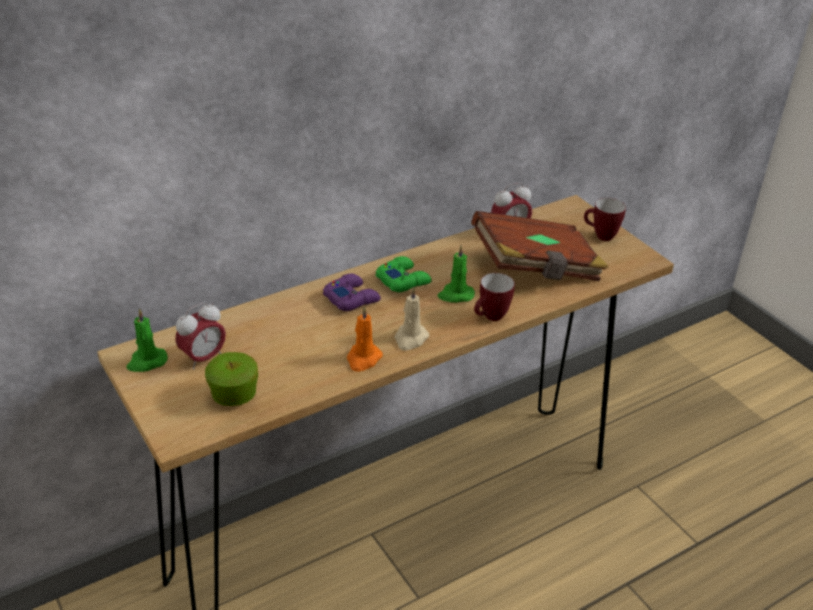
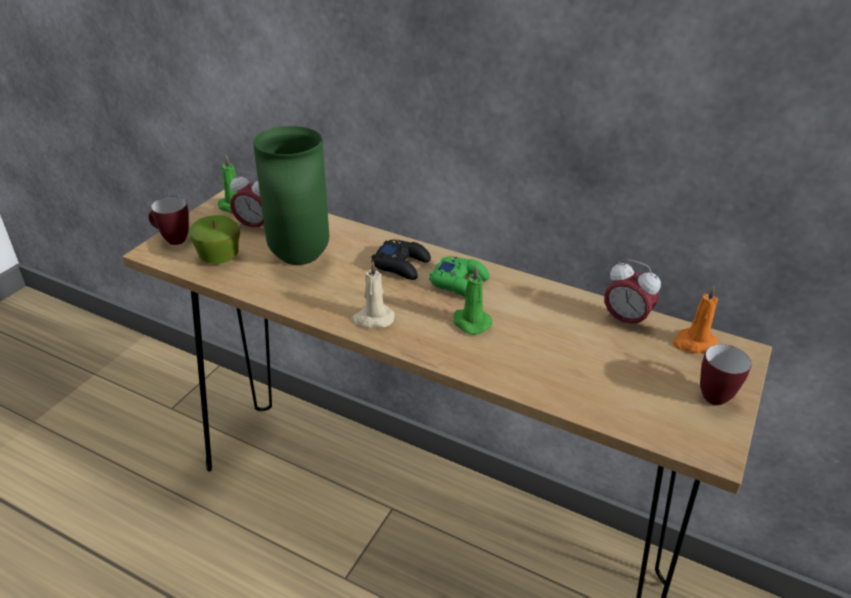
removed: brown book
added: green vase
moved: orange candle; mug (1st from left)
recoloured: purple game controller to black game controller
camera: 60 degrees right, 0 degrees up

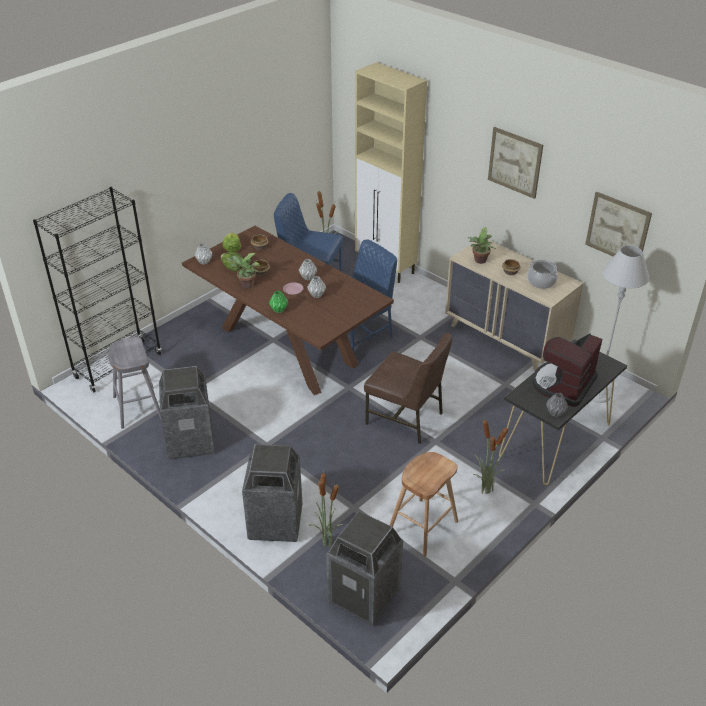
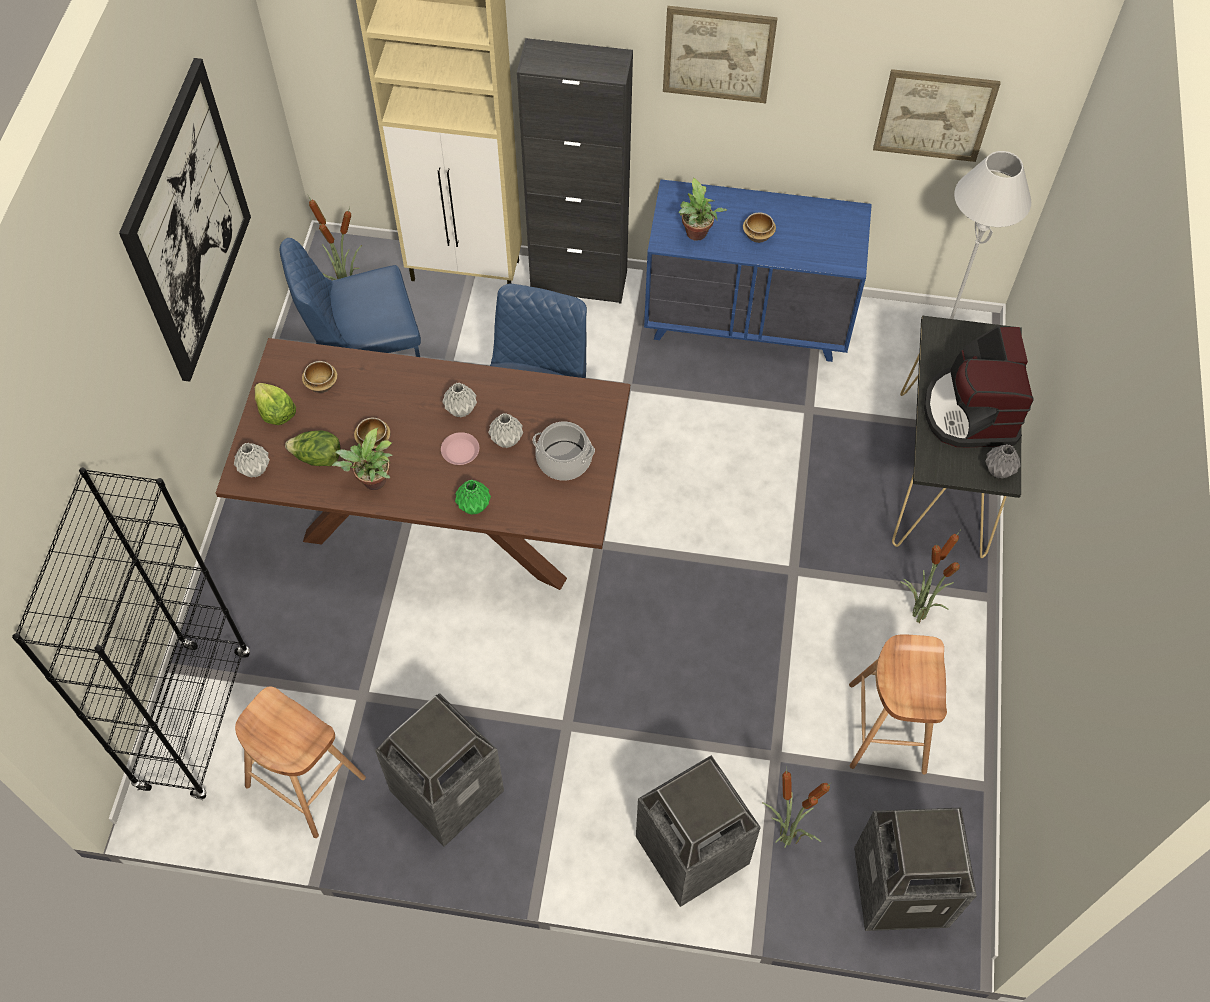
removed: brown chair
added: picture (1st from left); black cabinet
moved: cooking pot
recoloured: grey stool to brown stool (1st from left); beige dresser to blue dresser
camera: 35 degrees left, 20 degrees up

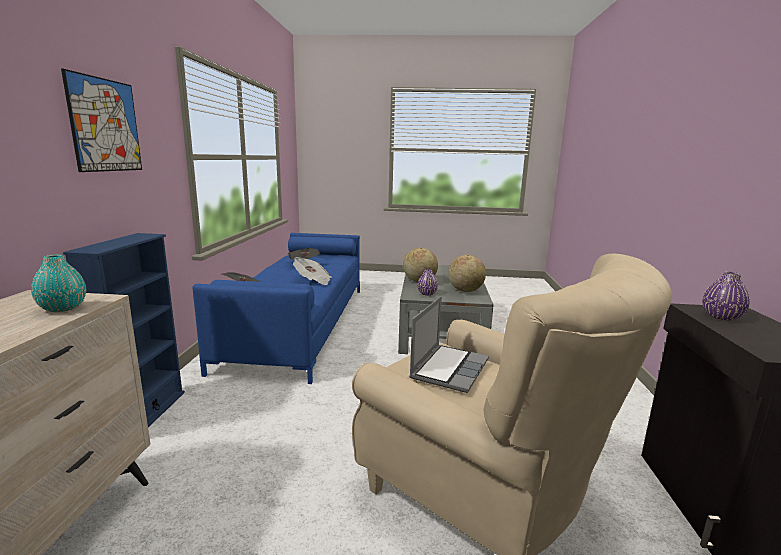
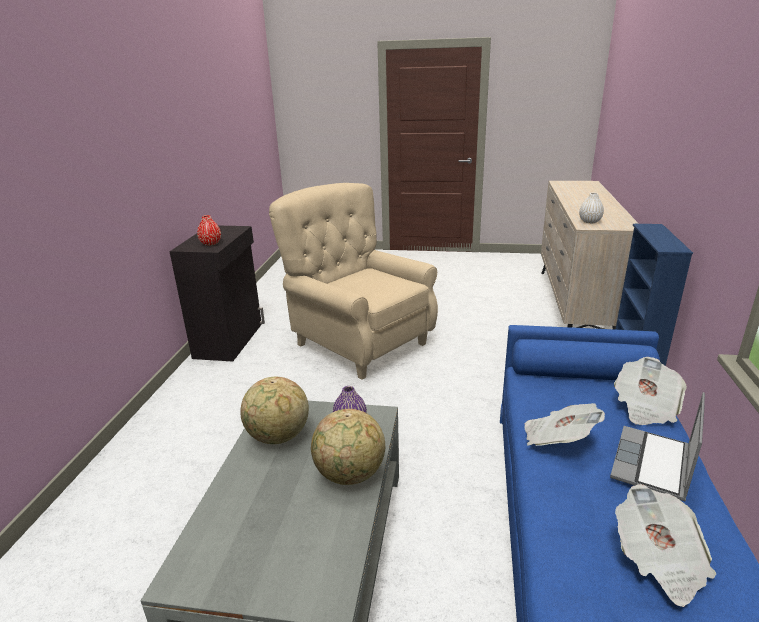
removed: picture
moved: laptop
recoloured: turquoise vase to white vase; purple vase (2nd from left) to red vase
camera: 175 degrees left, 10 degrees up

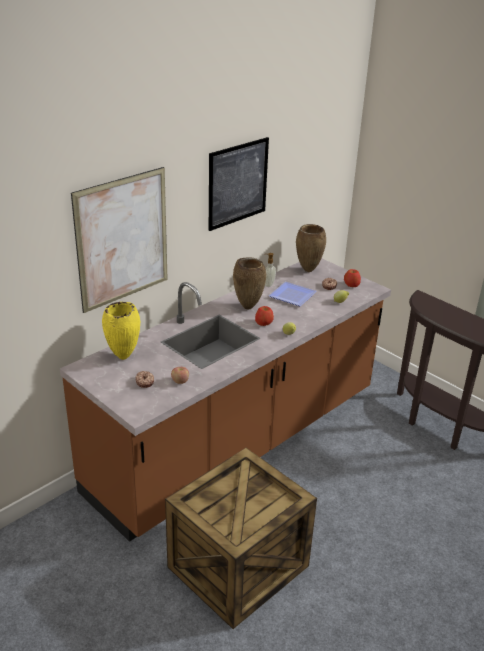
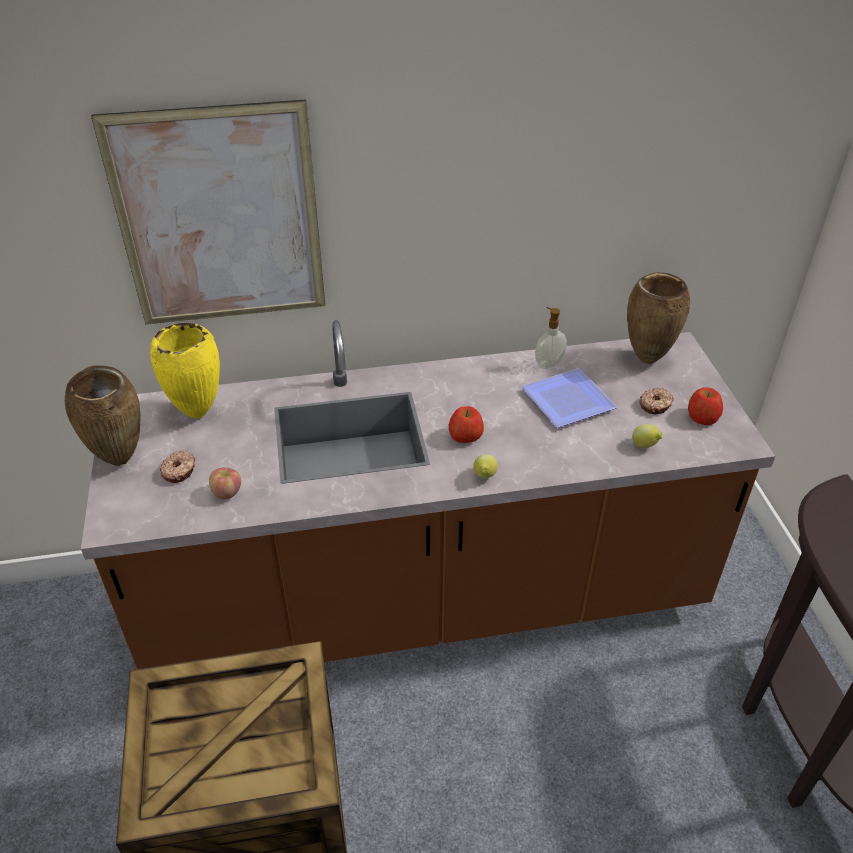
removed: picture (2nd from left)
moved: brown vase (1st from left)
camera: 35 degrees right, 10 degrees up

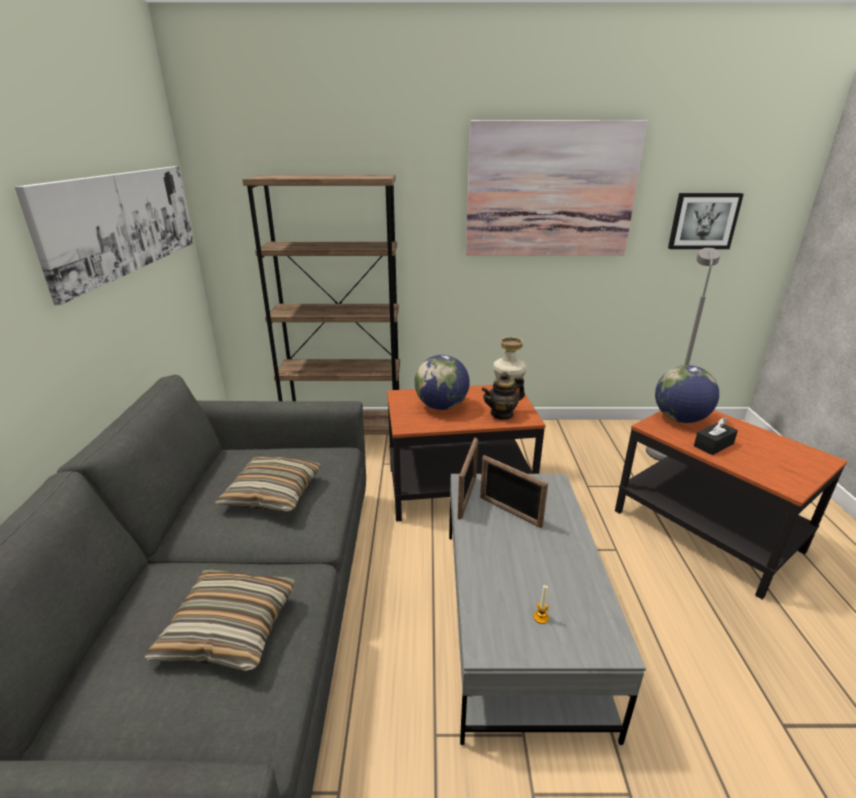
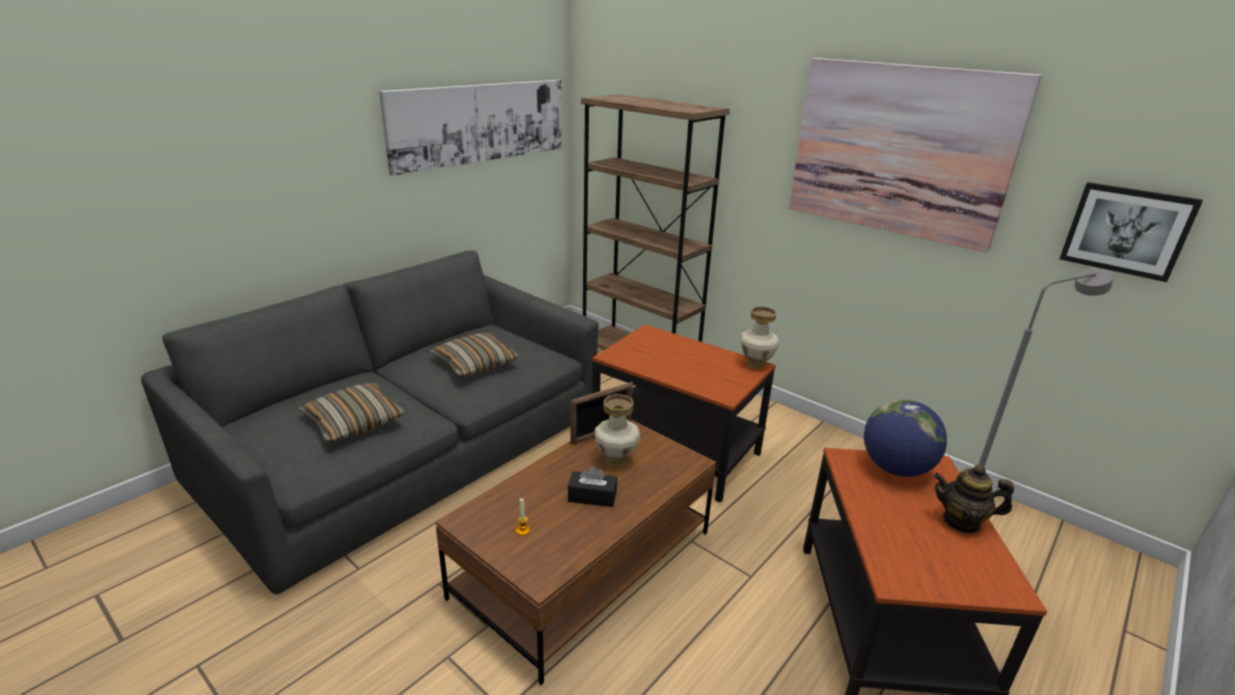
removed: globe (1st from left)
moved: teapot; black tissue box
replaced: picture frame (2nd from left) to vase (1st from left)
recoloured: grey coffee table to brown coffee table
camera: 40 degrees right, 0 degrees up

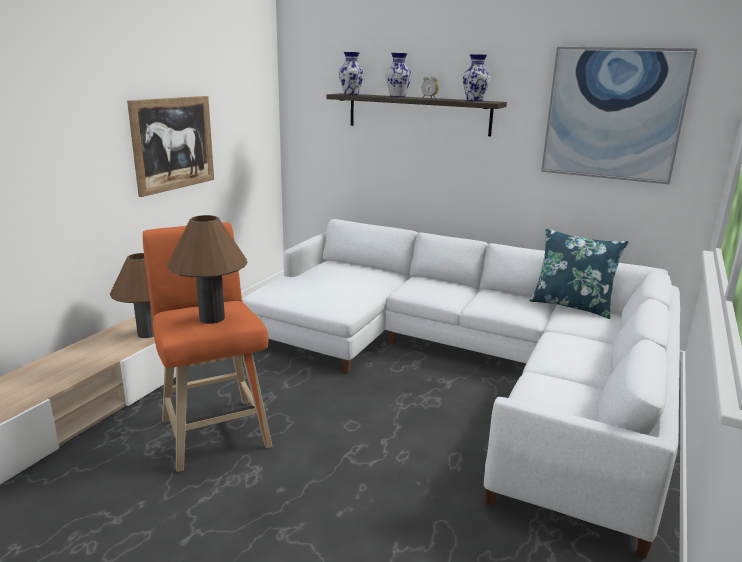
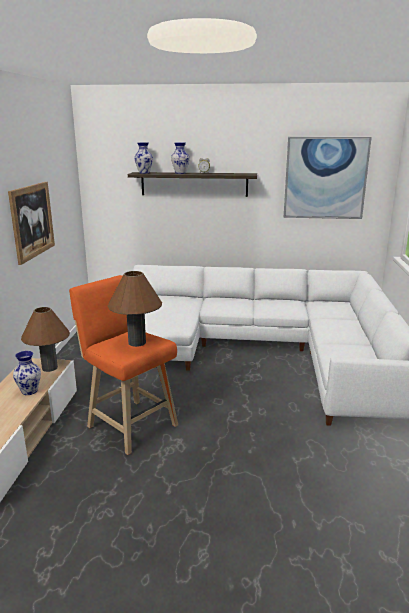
removed: blue pillow
moved: vase (3rd from left in the first image) to vase (1st from left)
camera: 20 degrees left, 0 degrees up

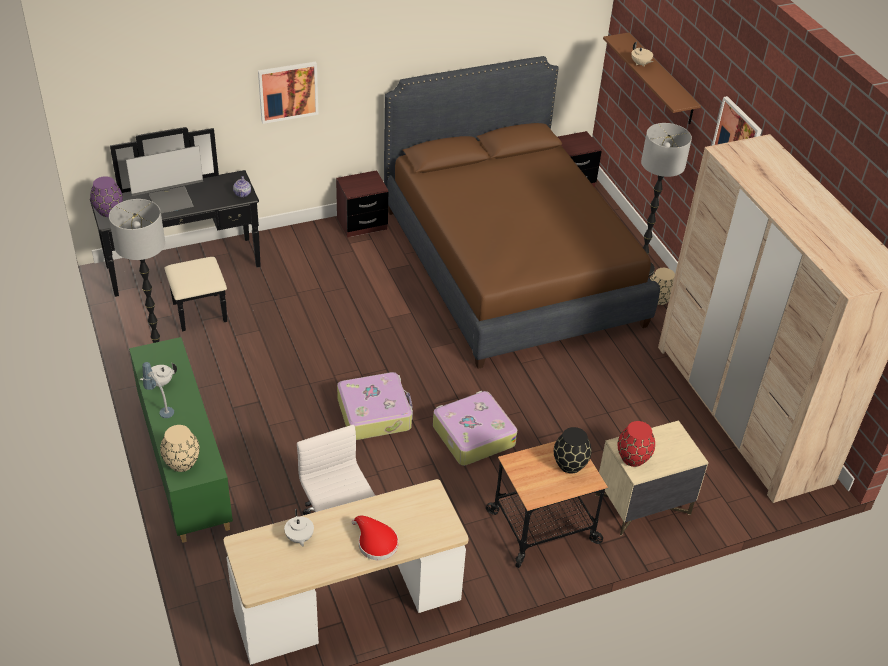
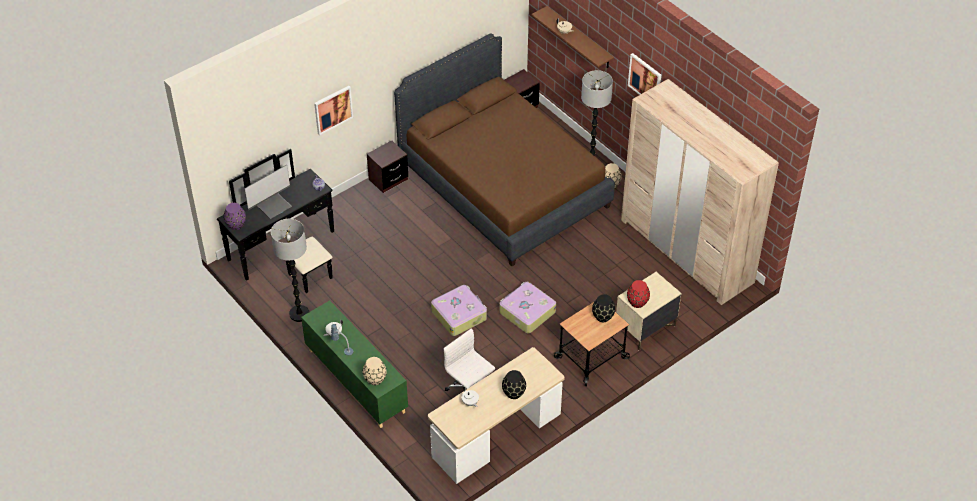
replaced: red hat to black vase (1st from left)
camera: 15 degrees left, 5 degrees up

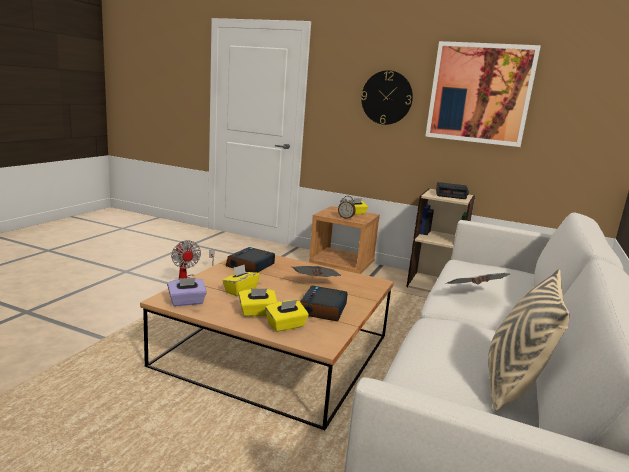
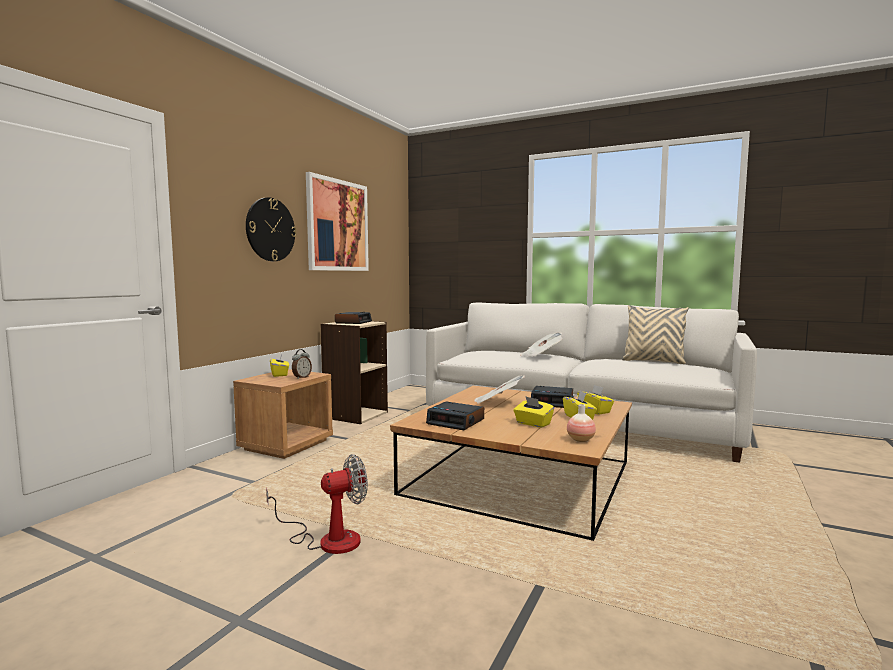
replaced: purple tissue box to vase
camera: 85 degrees left, 10 degrees down

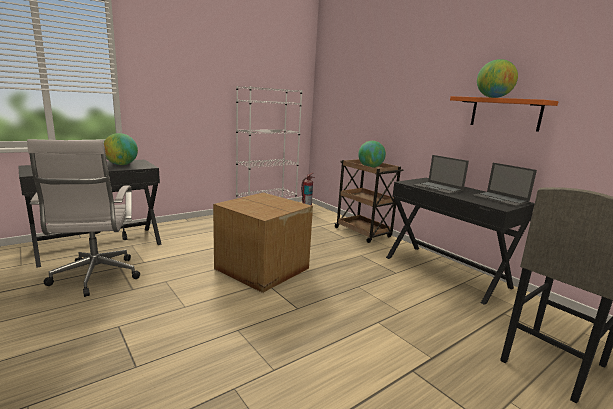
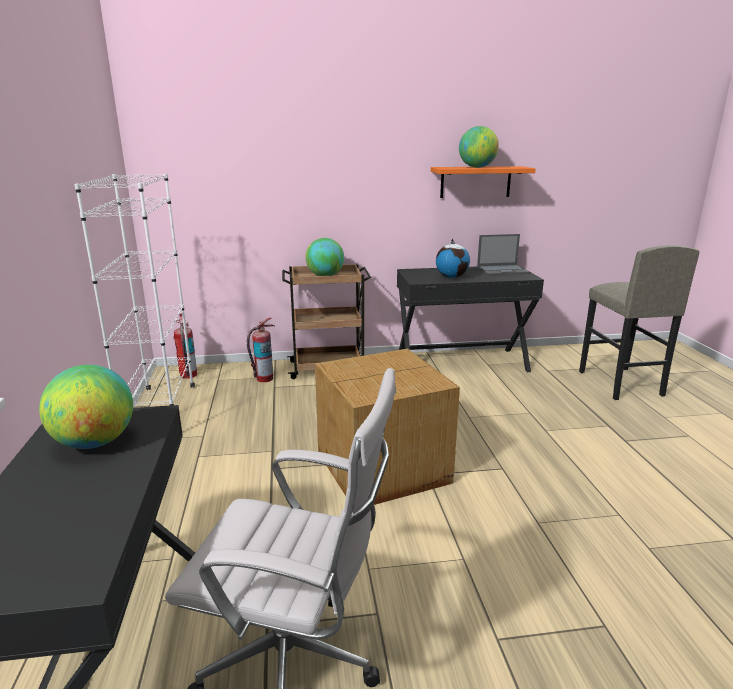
added: fire extinguisher (2nd from left)
replaced: laptop (1st from left) to globe (3rd from left)
camera: 60 degrees left, 5 degrees up

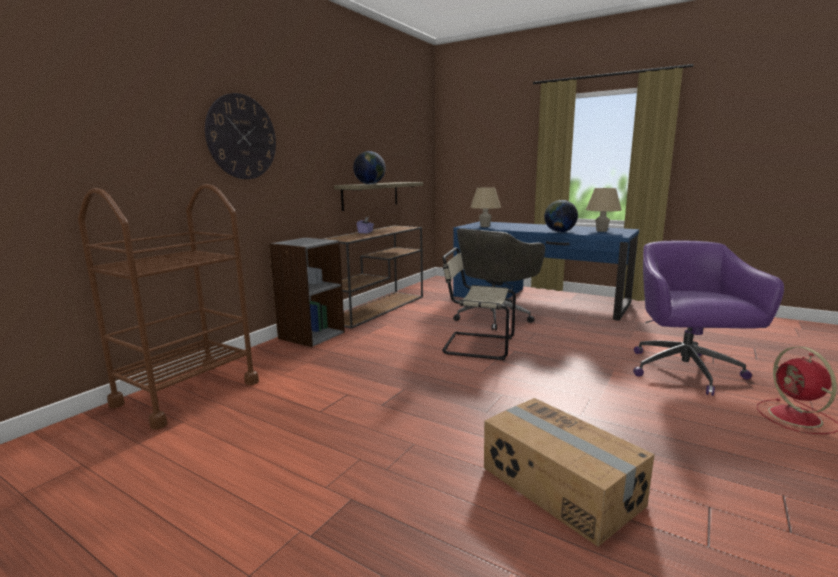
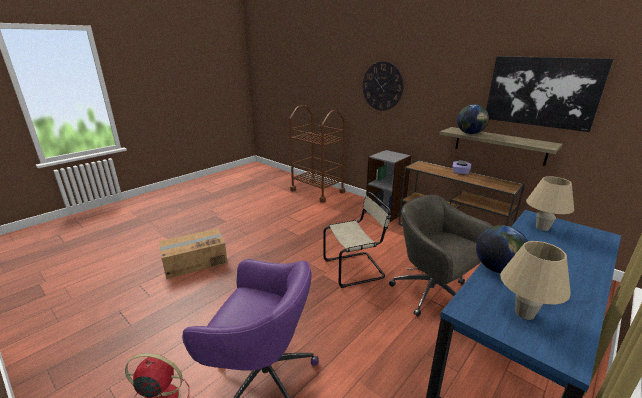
added: picture
turned: beige chair 45 degrees clockwise
camera: 100 degrees right, 10 degrees up

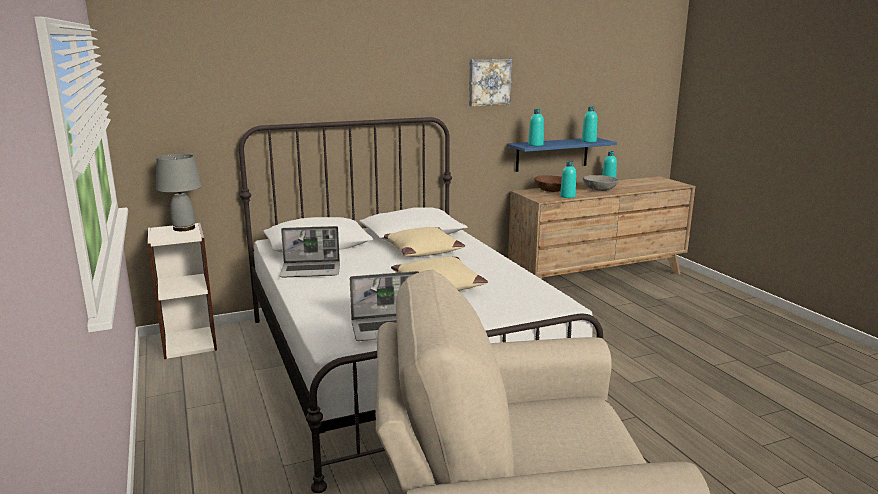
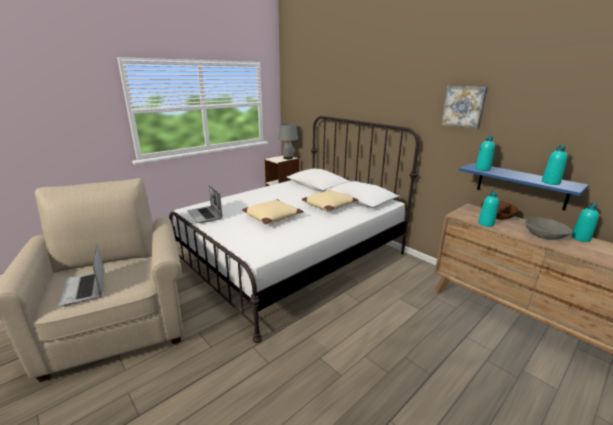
moved: laptop (1st from left)
camera: 70 degrees right, 5 degrees up

